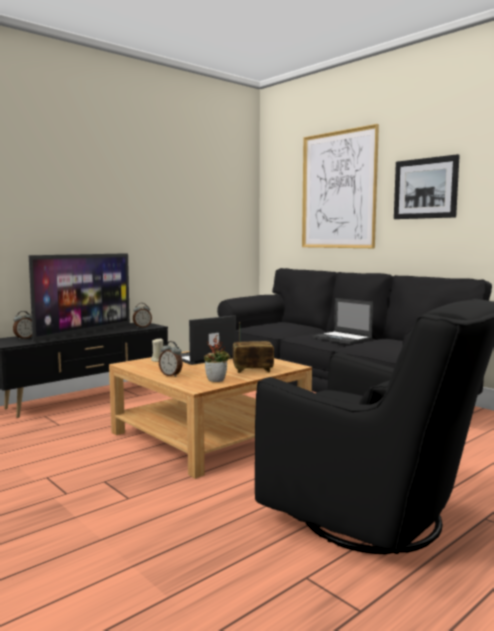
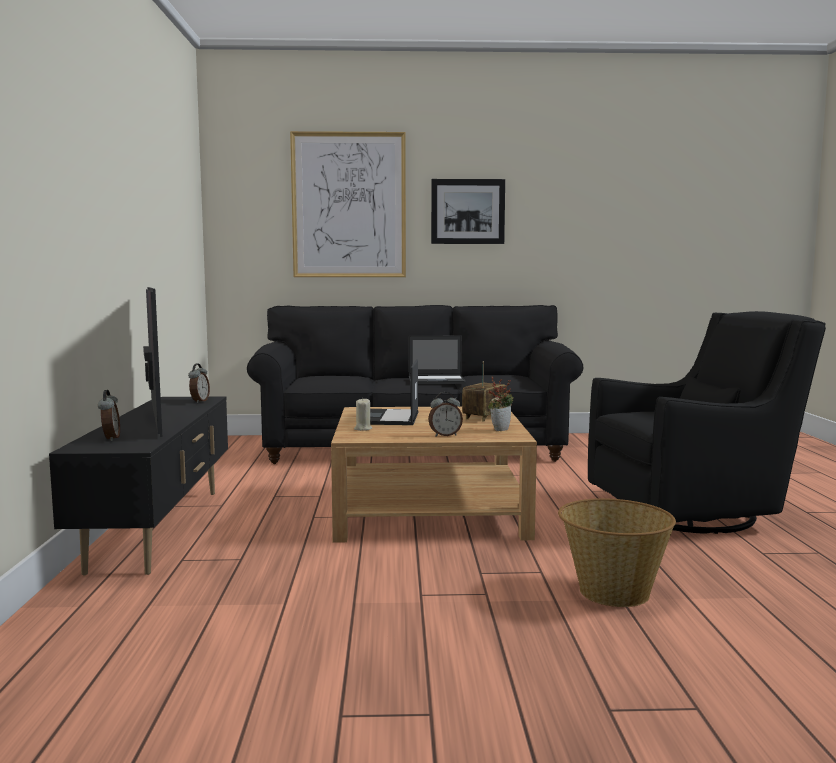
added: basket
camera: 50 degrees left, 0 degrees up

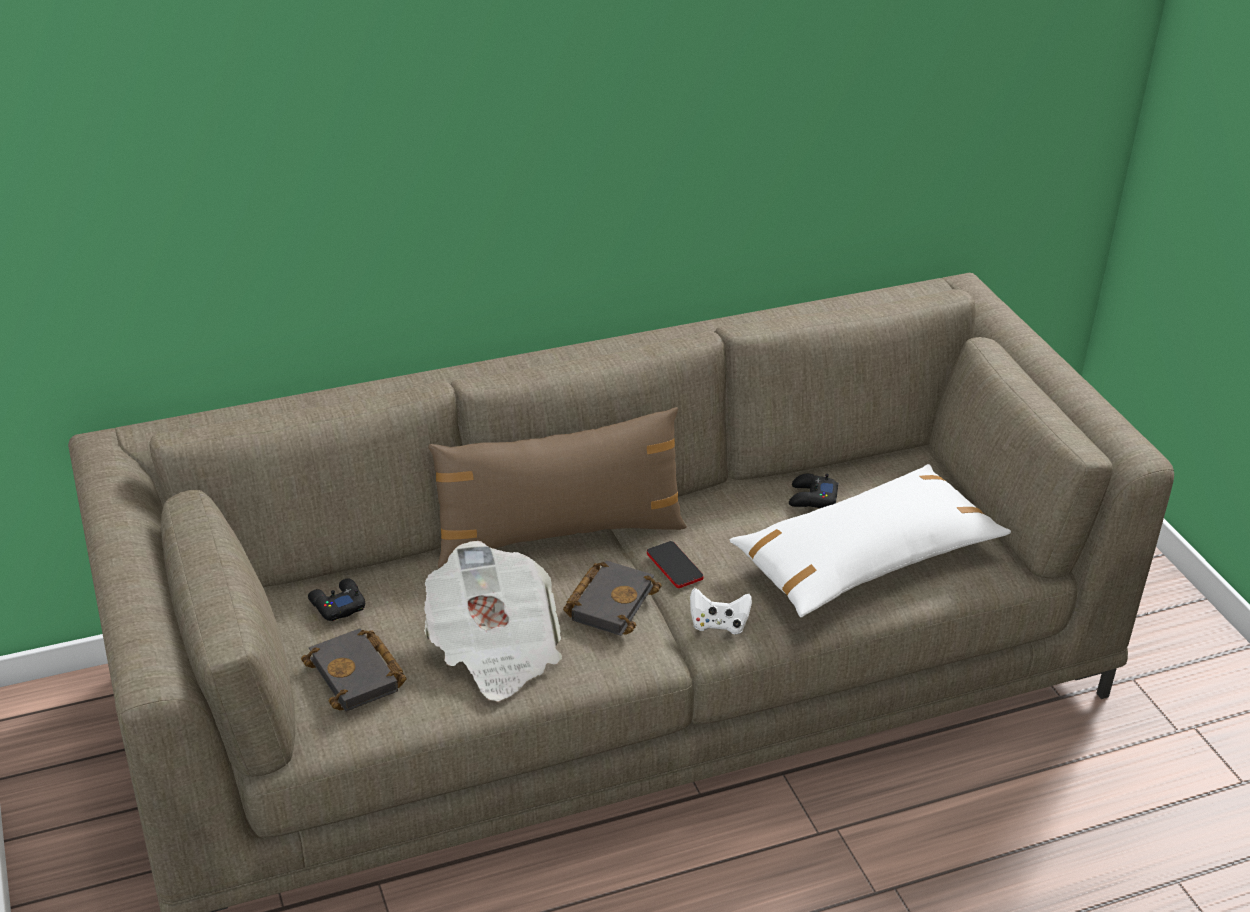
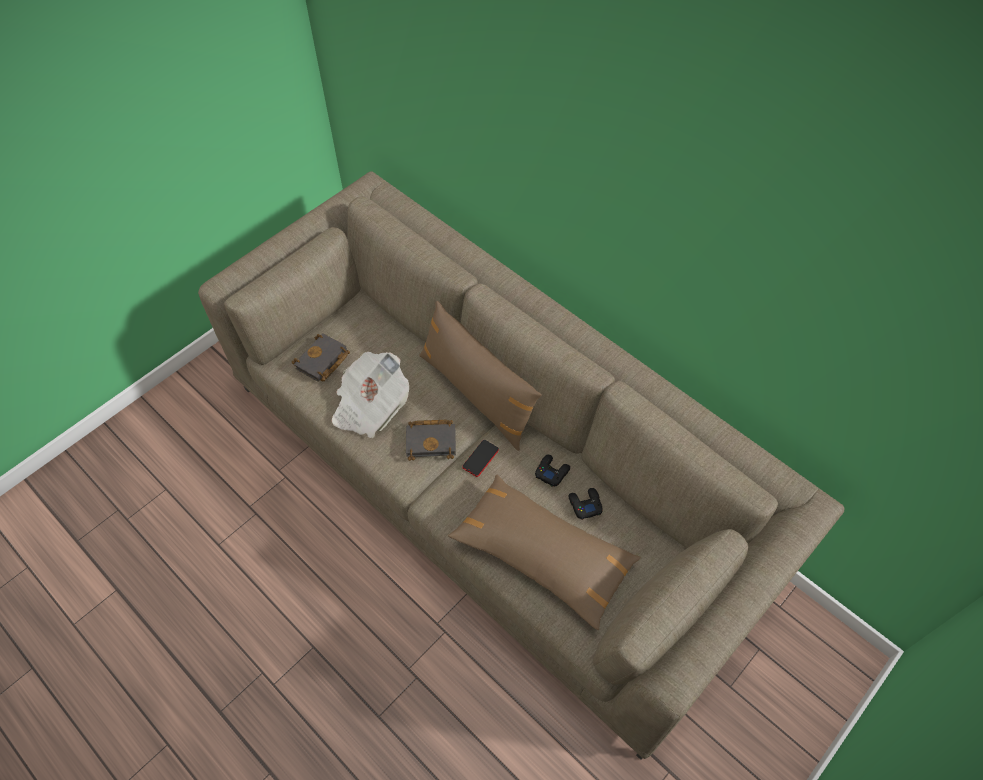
removed: white game controller
moved: black game controller (1st from left)
recoloured: white pillow to brown pillow (2nd from left)
camera: 65 degrees right, 20 degrees up

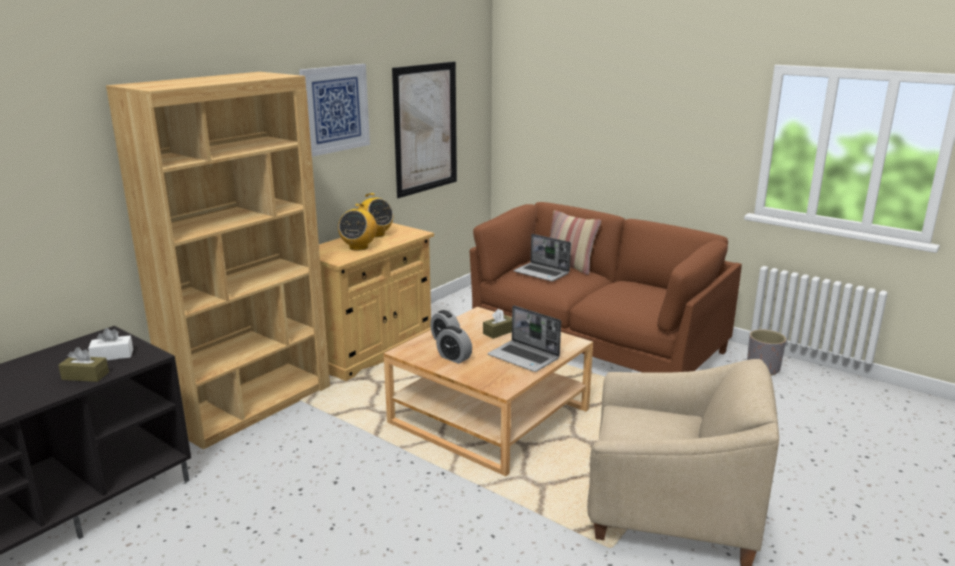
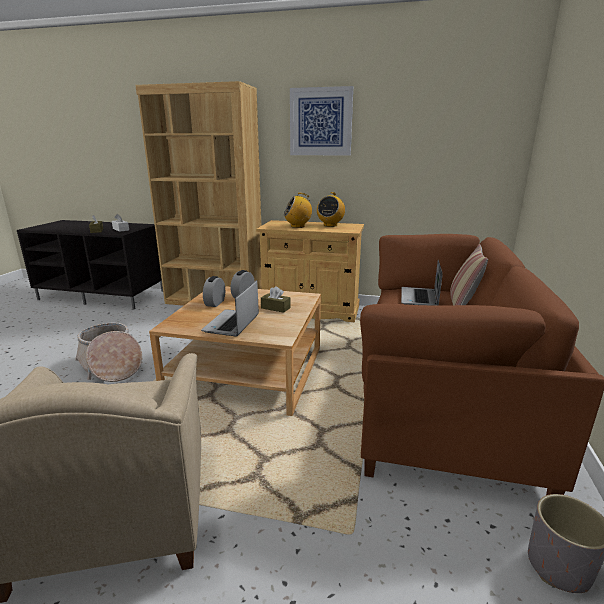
removed: picture (2nd from left)
added: basket
camera: 65 degrees right, 0 degrees up

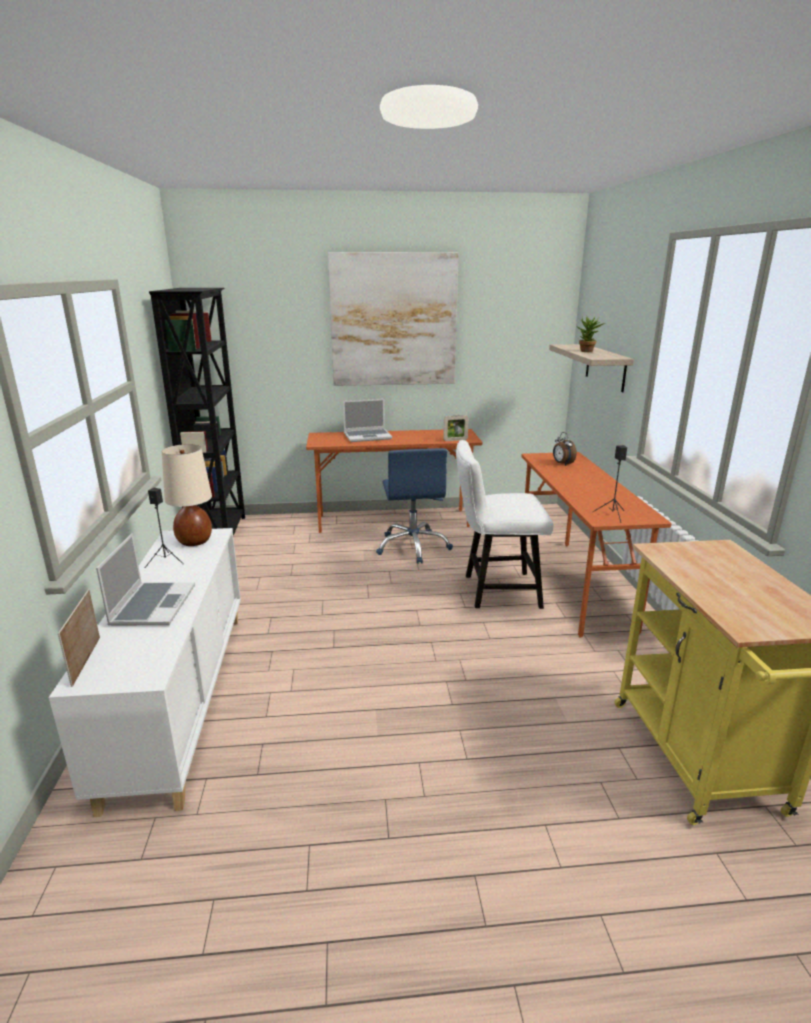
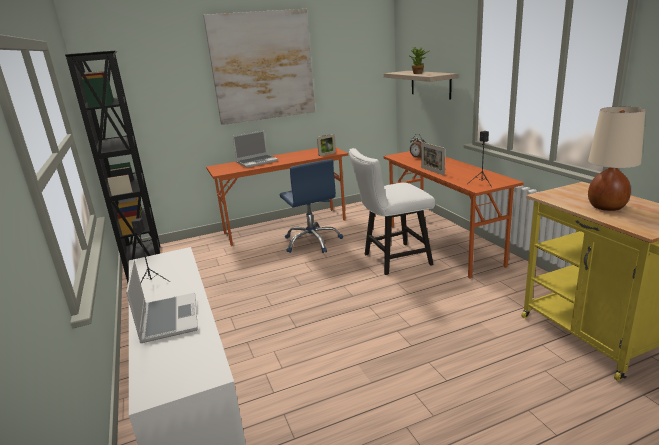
moved: picture frame (1st from left in the first image) to picture frame (2nd from left); beige table lamp
camera: 15 degrees left, 0 degrees up

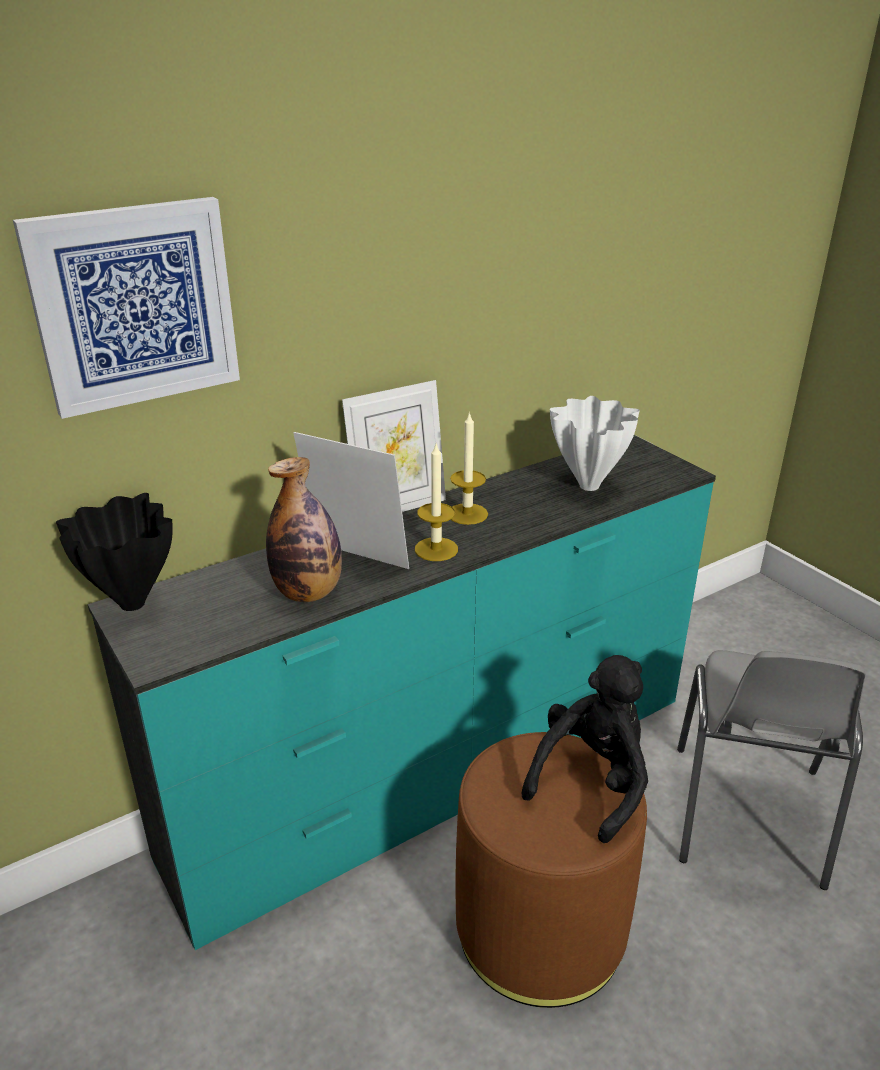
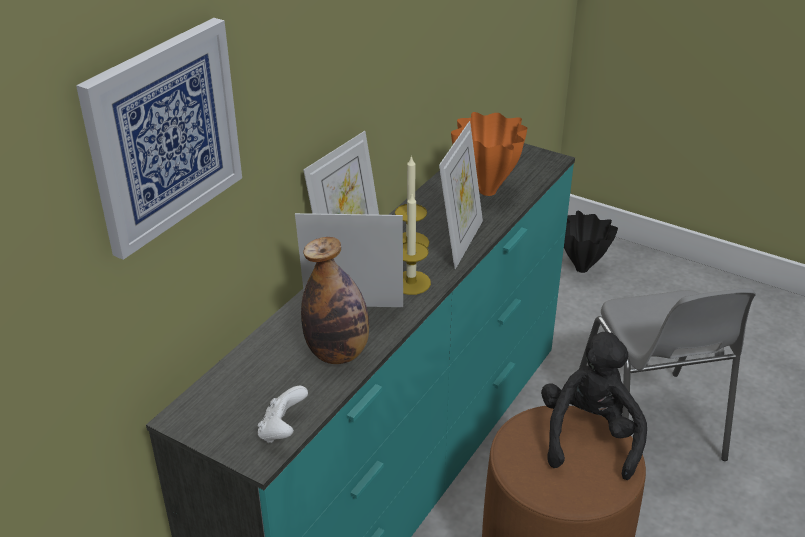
added: white game controller; picture frame (3rd from left)
moved: black vase
recoloured: white vase to orange vase
camera: 25 degrees left, 5 degrees up

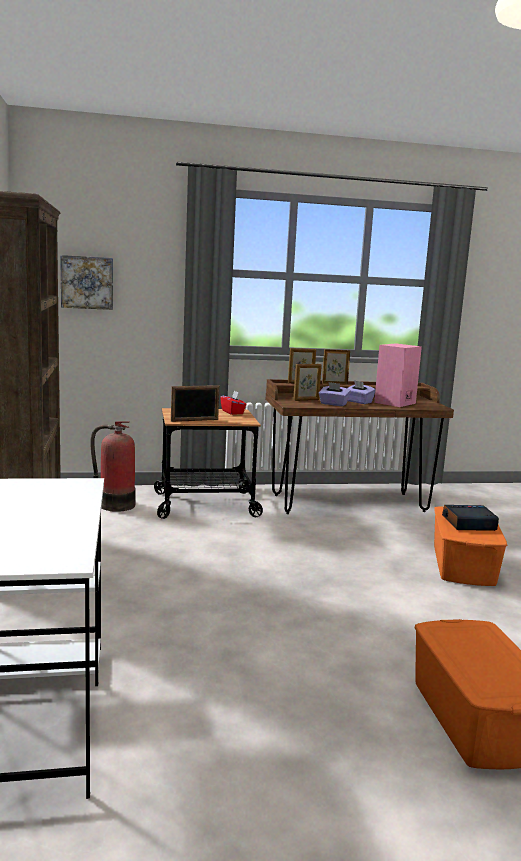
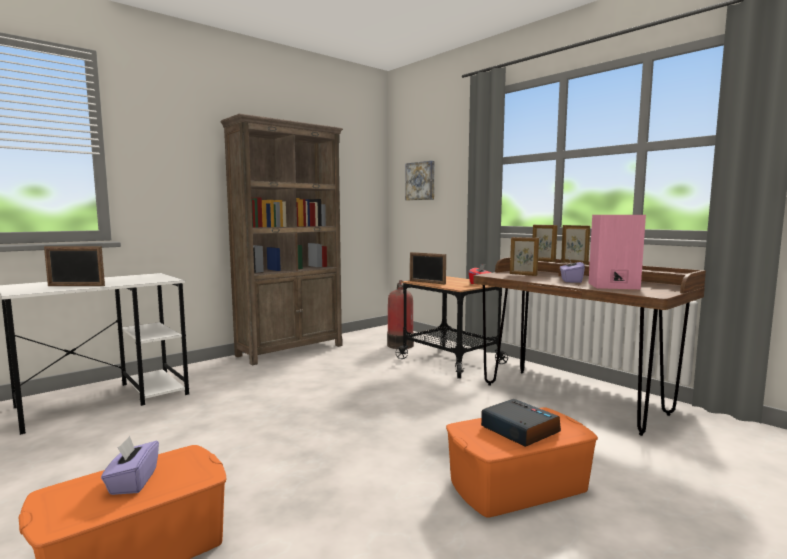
added: picture frame (1st from left)
moved: purple tissue box (1st from left)
camera: 60 degrees right, 5 degrees down

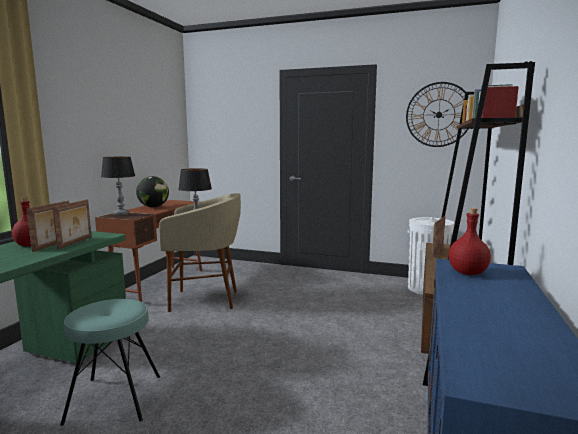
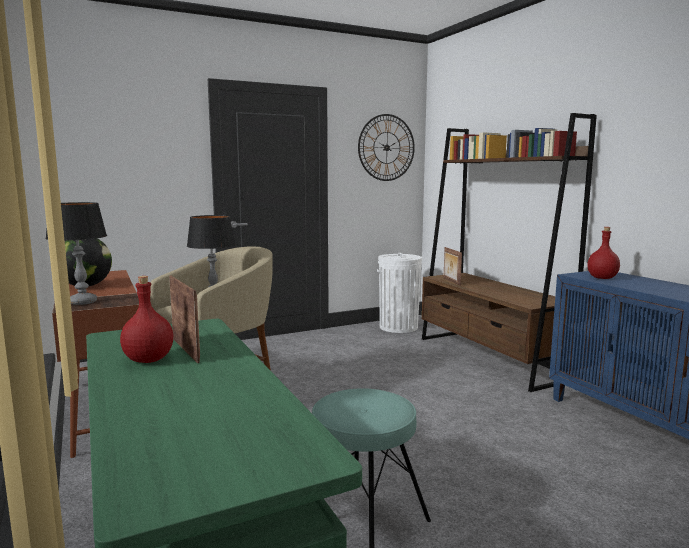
removed: picture frame (2nd from left)
camera: 45 degrees left, 0 degrees up

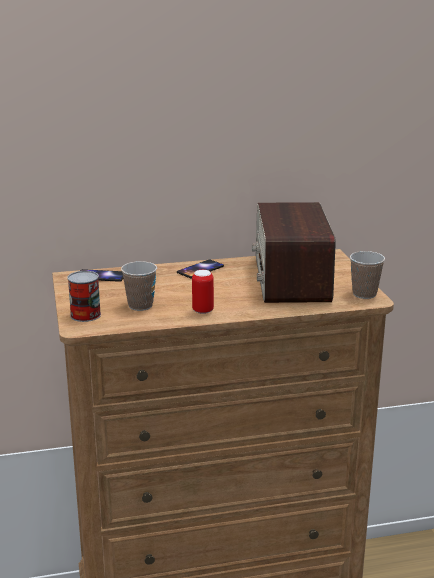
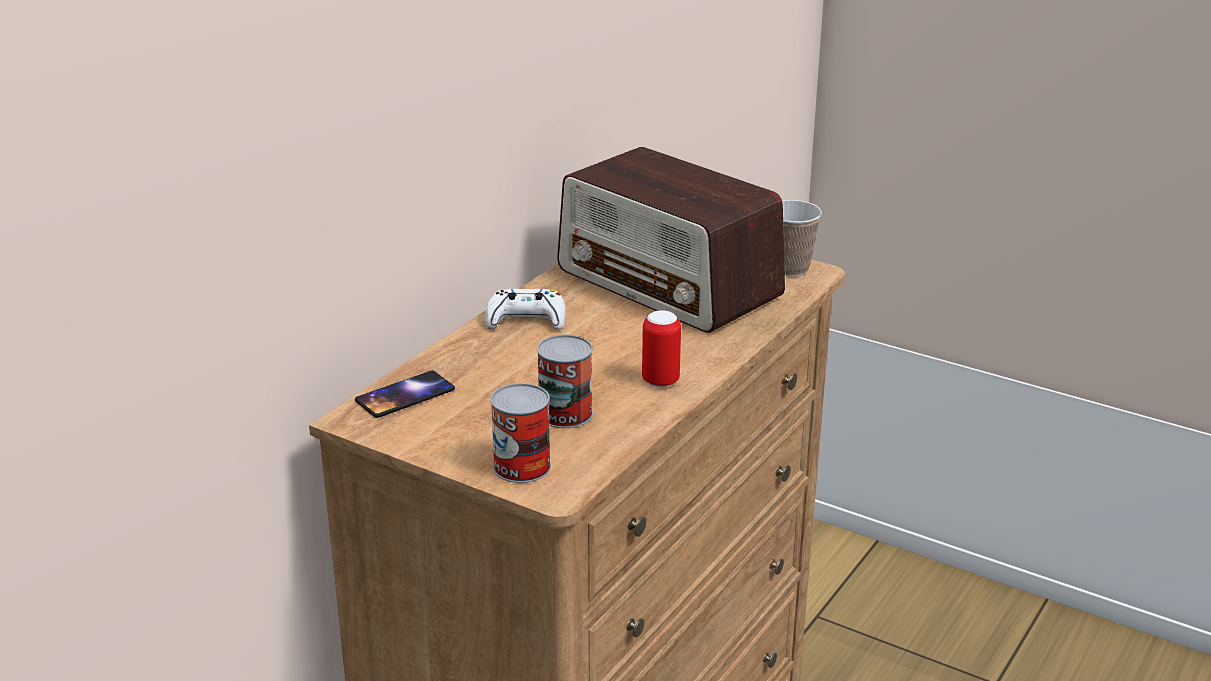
replaced: cup (1st from left) to can (2nd from left); phone (2nd from left) to white game controller
camera: 45 degrees left, 5 degrees up

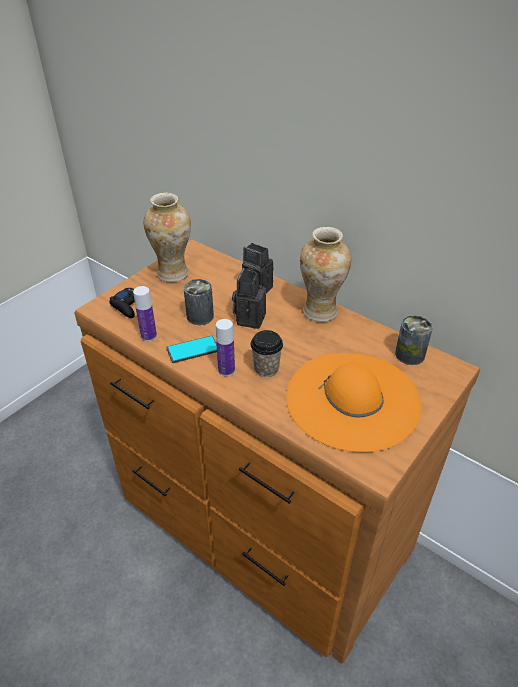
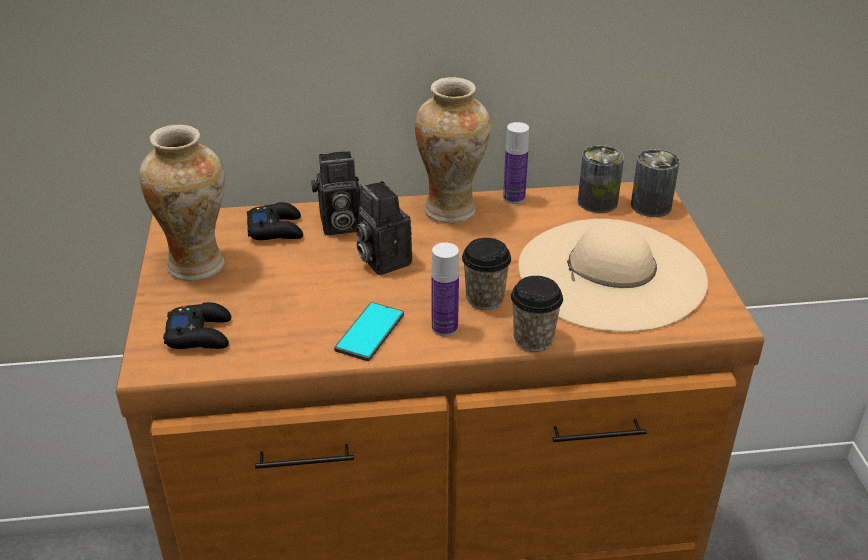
added: black game controller (2nd from left); cup (2nd from left)
moved: bottle (1st from left in the first image) to bottle (2nd from left); can (1st from left in the first image) to can (2nd from left)
recoloured: orange hat to beige hat
camera: 45 degrees left, 5 degrees down

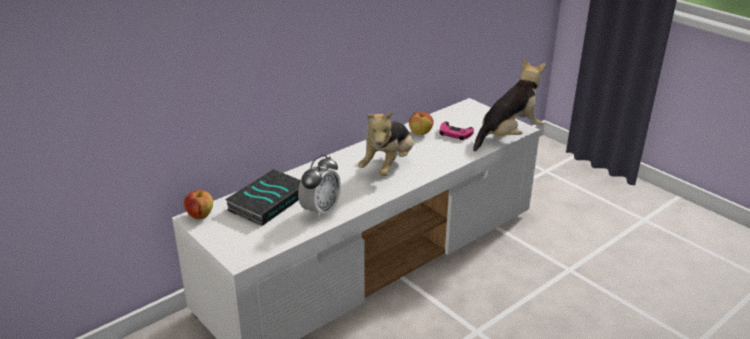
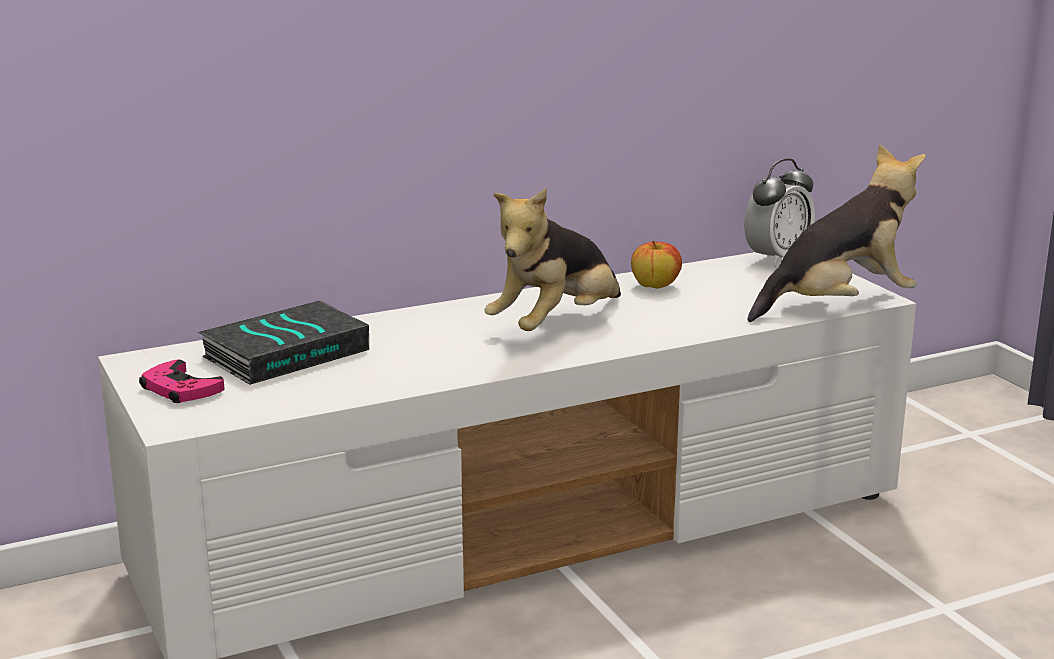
removed: apple (1st from left)
moved: alarm clock; pink game controller
camera: 15 degrees right, 10 degrees down

